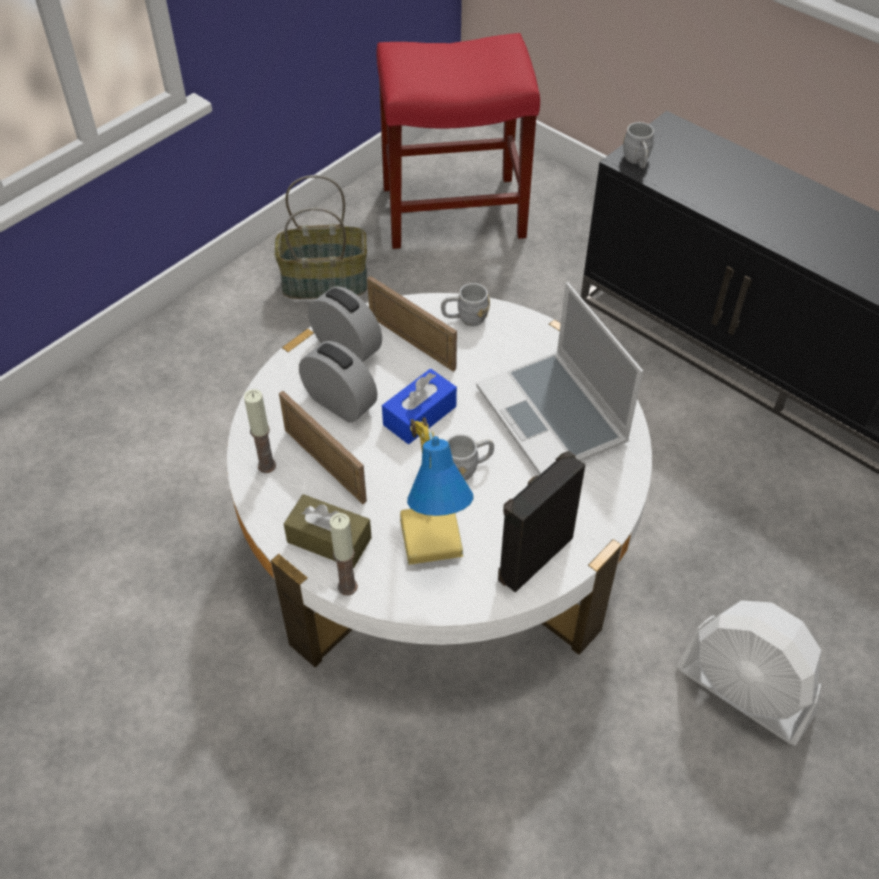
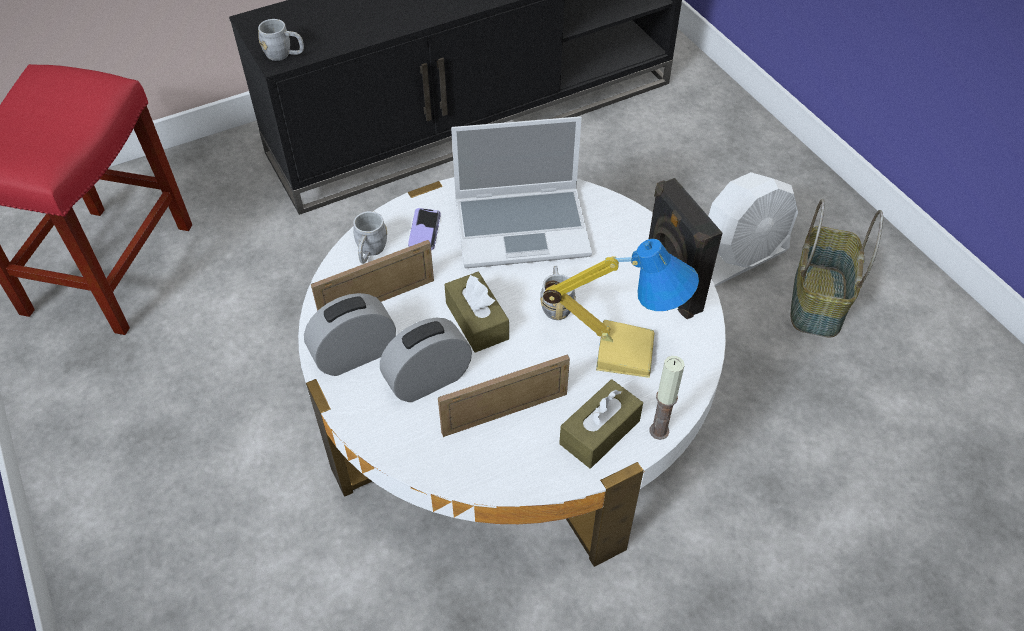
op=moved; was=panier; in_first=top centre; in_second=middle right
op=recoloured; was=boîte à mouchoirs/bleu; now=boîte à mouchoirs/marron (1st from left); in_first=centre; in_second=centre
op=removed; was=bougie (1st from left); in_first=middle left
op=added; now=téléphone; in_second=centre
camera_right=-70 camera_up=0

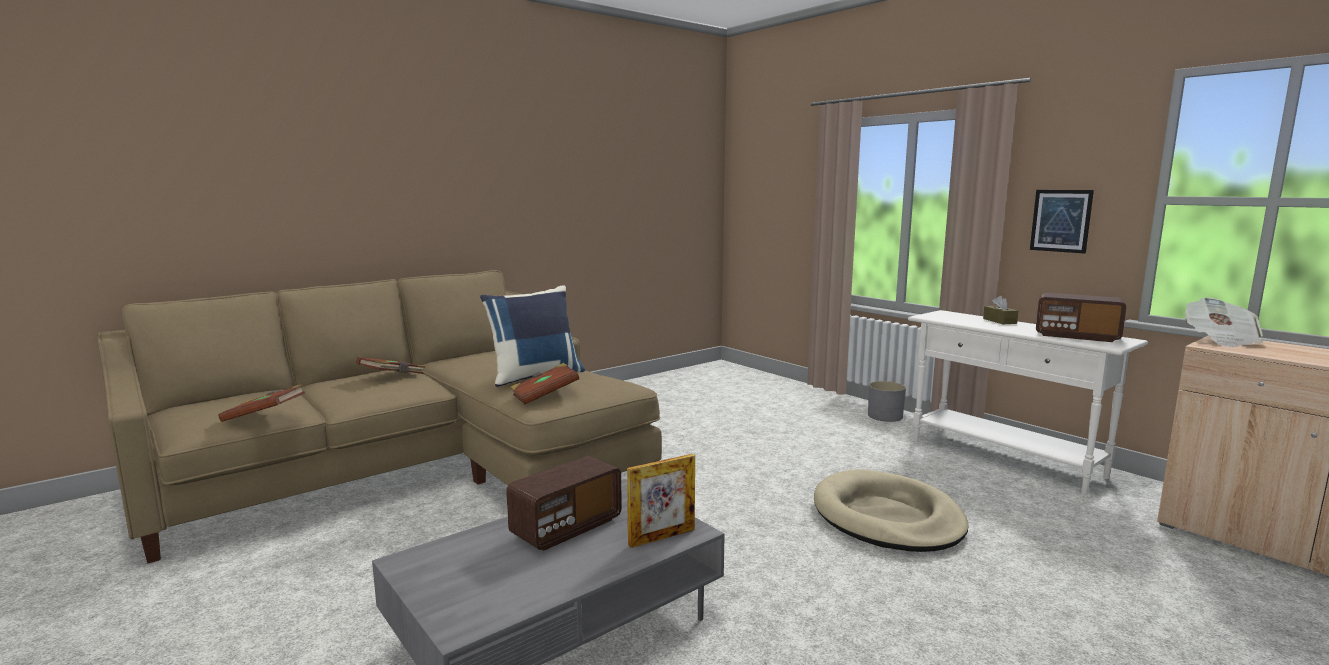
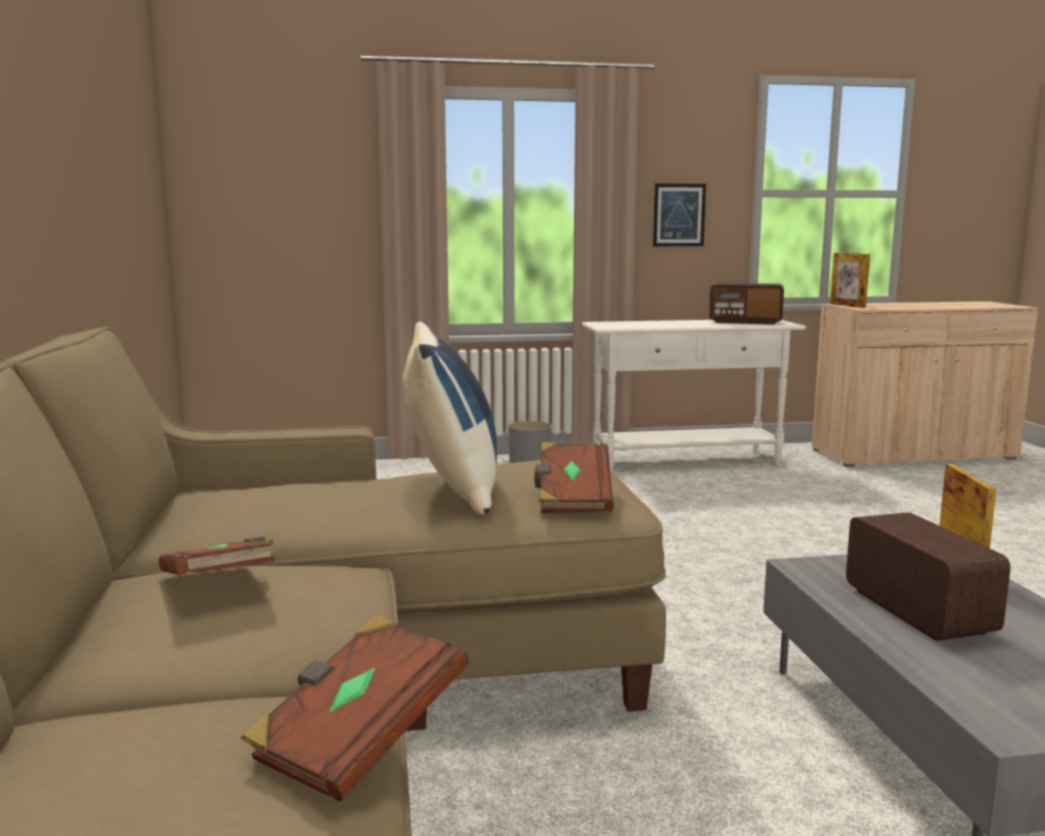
op=turned; was=radio (2nd from left in the first image); in_first=middle right; in_second=middle right; clockwise=45
op=removed; was=boîte à mouchoirs/marron; in_first=middle right
op=replaced; was=journal; now=cadre photo (1st from left); in_first=middle right; in_second=middle right
op=removed; was=panier pour chien/beige; in_first=bottom right
camera_right=-60 camera_up=0

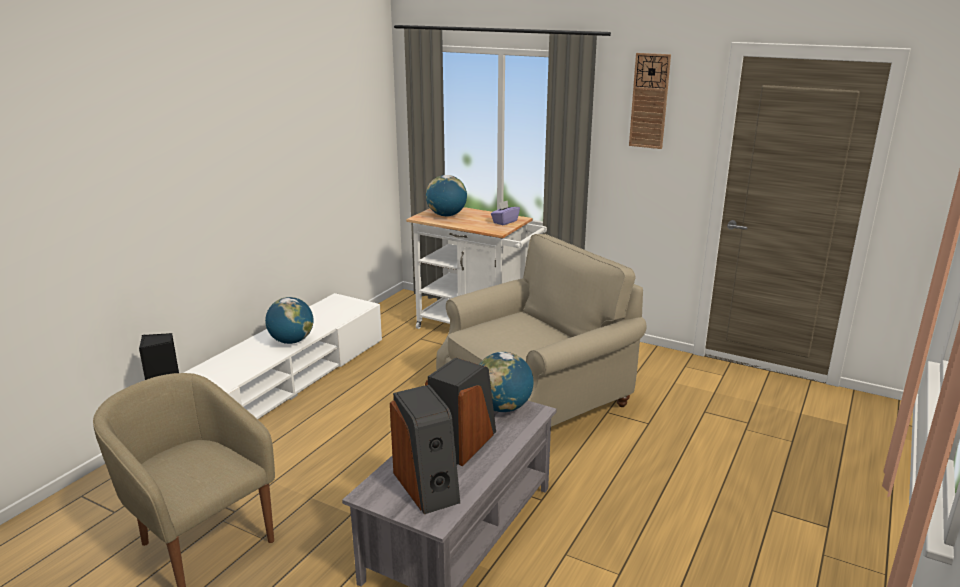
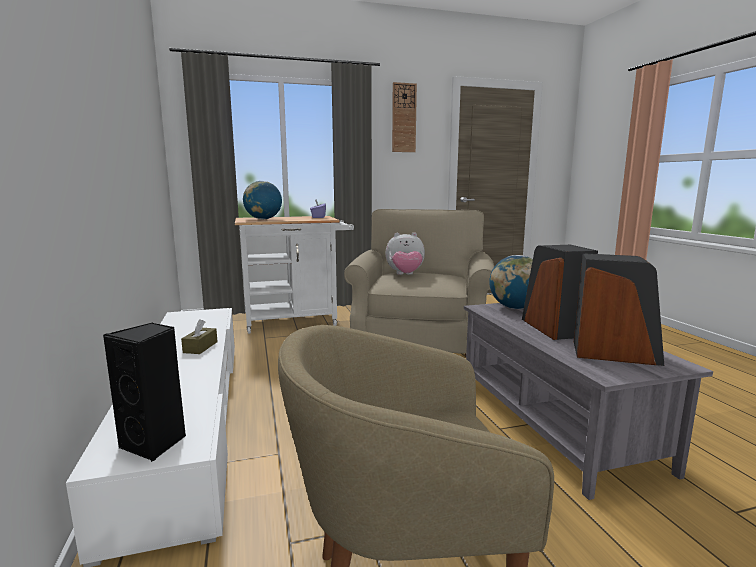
op=replaced; was=globe (1st from left); now=boîte à mouchoirs/marron; in_first=middle left; in_second=middle left
op=added; now=peluche; in_second=centre
camera_right=-45 camera_up=-10

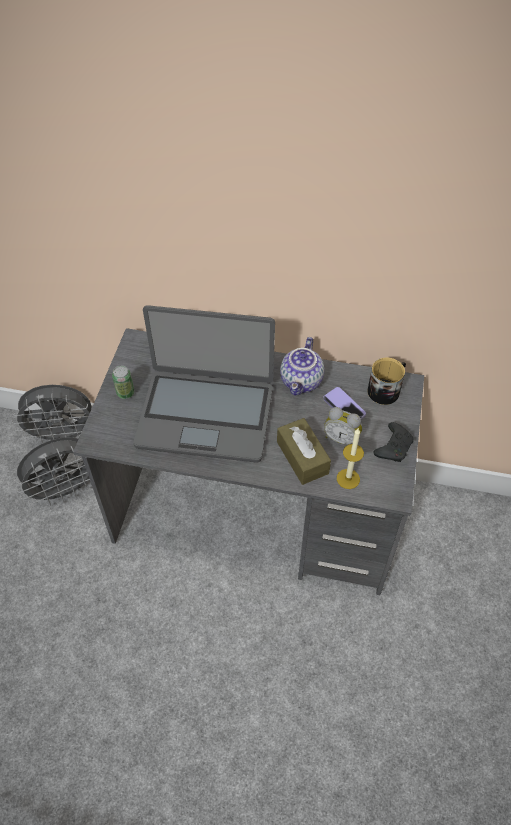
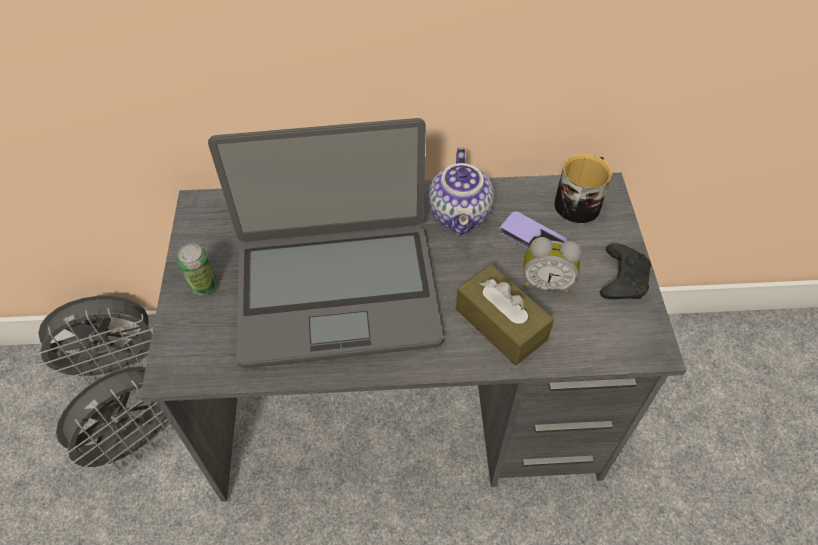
op=removed; was=bougie; in_first=middle right
camera_right=-15 camera_up=0

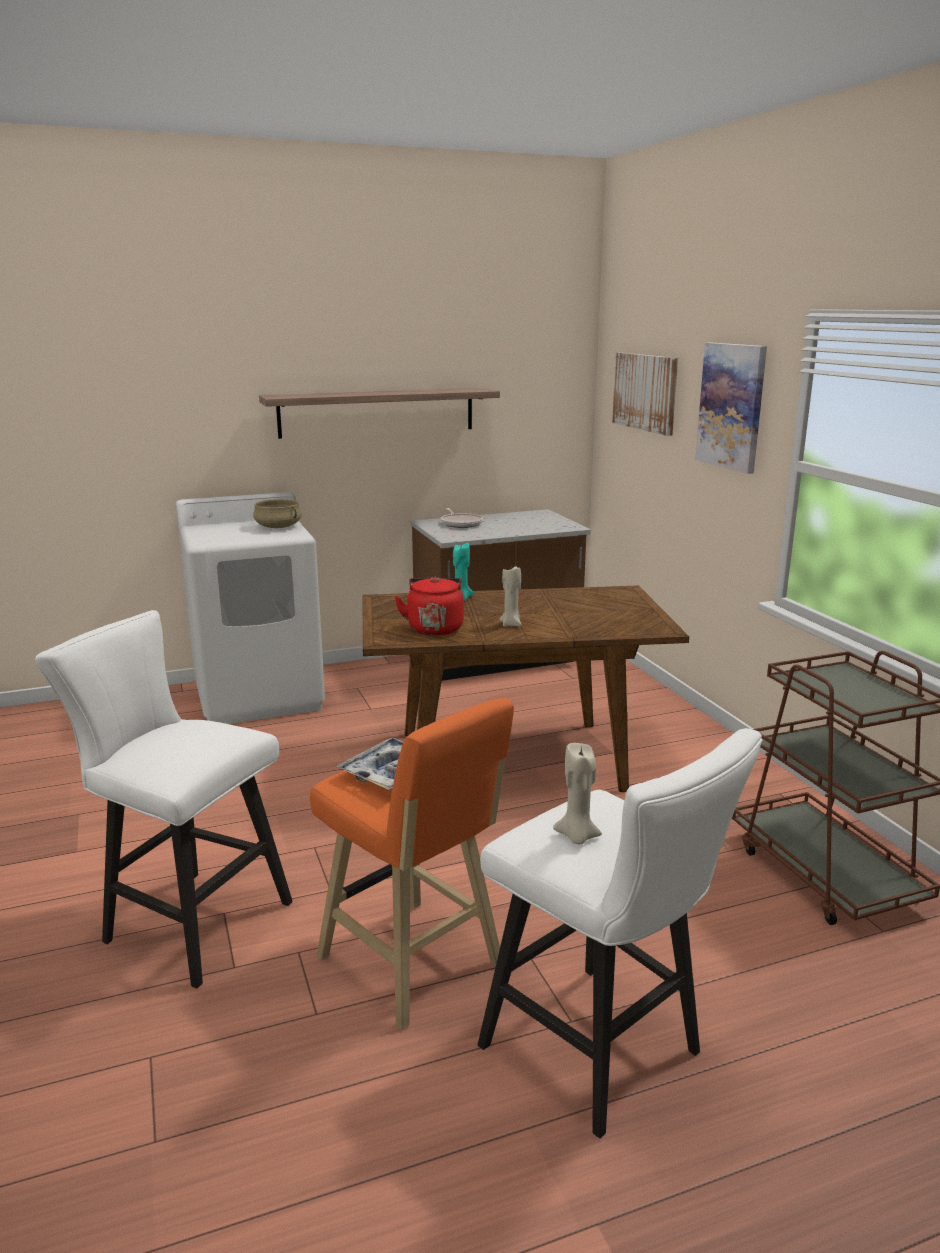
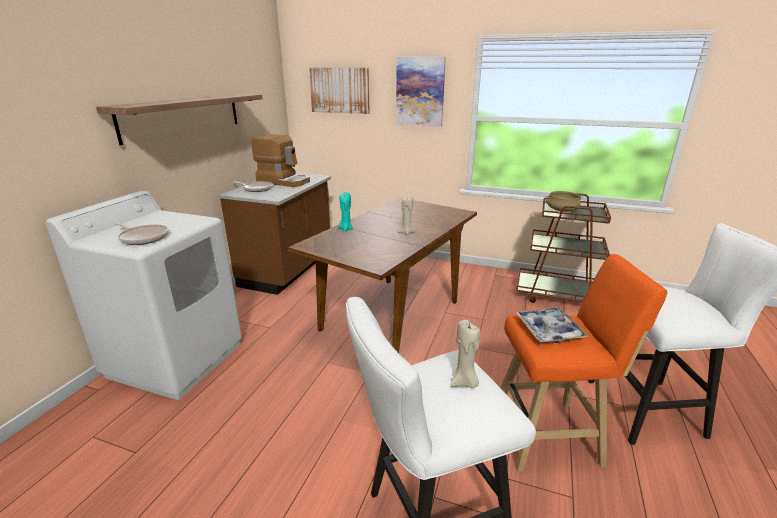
op=moved; was=marmite/beige; in_first=middle left; in_second=middle right
op=removed; was=bouilloire/rouge; in_first=centre
op=moved; was=bougie/beige (2nd from left); in_first=centre; in_second=bottom centre
op=added; now=machine à café; in_second=top centre
op=added; now=poêle (1st from left); in_second=middle left
camera_right=-50 camera_up=5

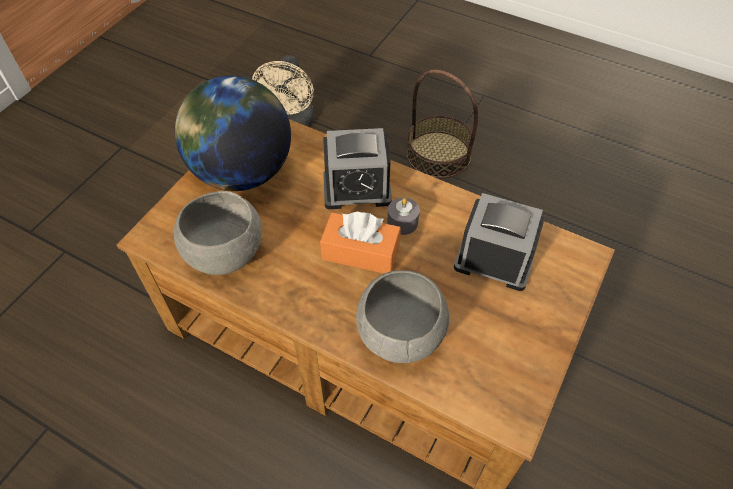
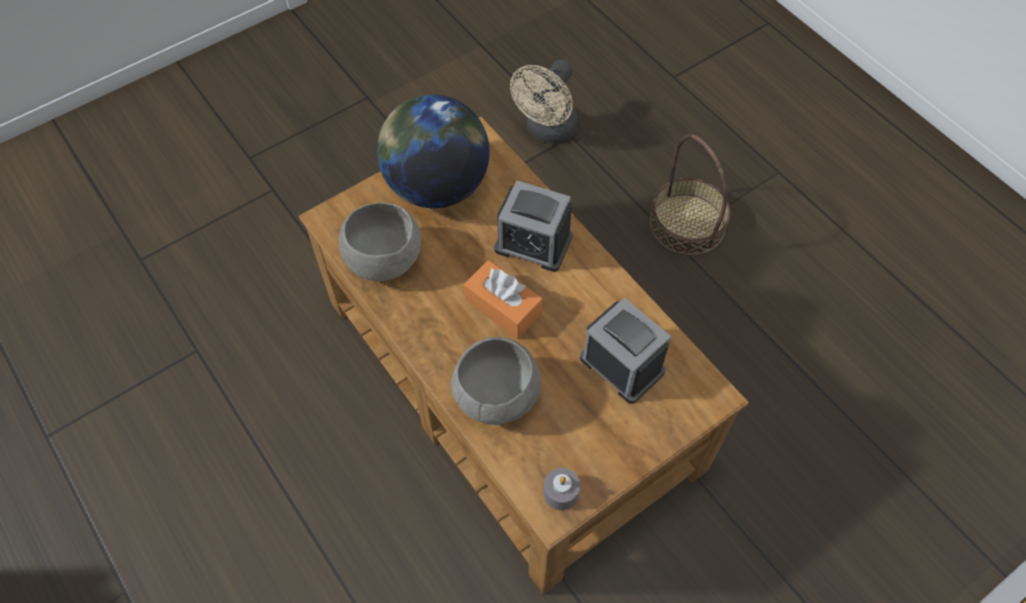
op=moved; was=bougie/gris; in_first=centre; in_second=bottom centre
camera_right=25 camera_up=5

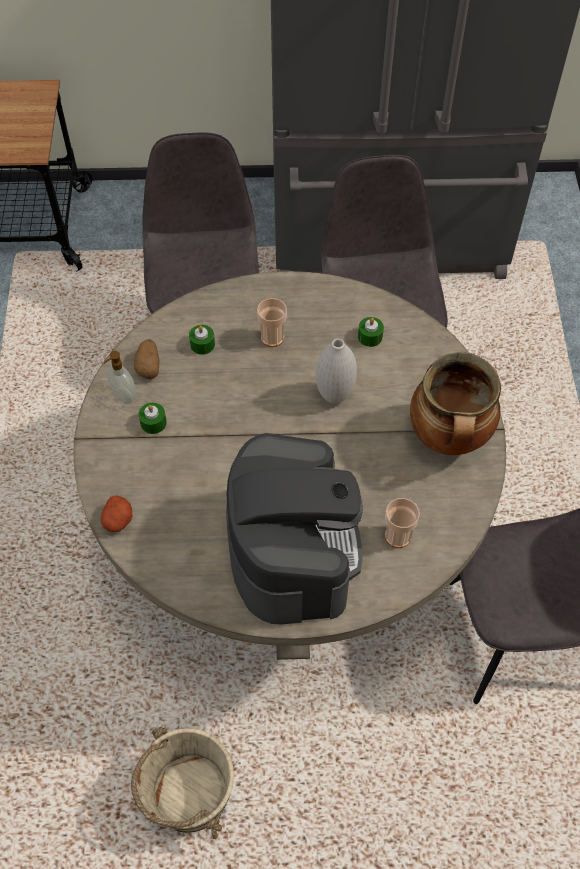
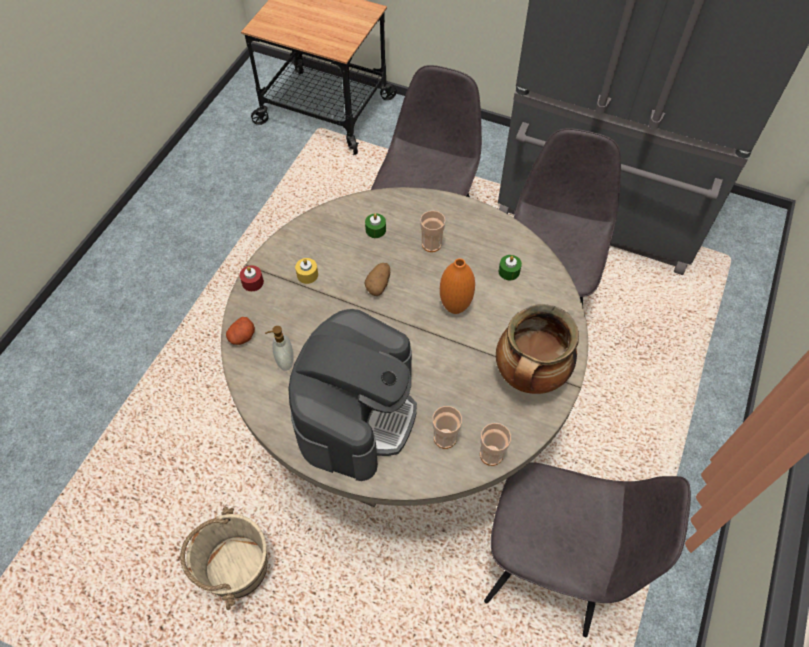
op=moved; was=pomme de terre (2nd from left); in_first=middle left; in_second=centre
op=recoloured; was=vase/blanc; now=vase/orange; in_first=centre; in_second=centre
op=moved; was=distributeur de savon; in_first=middle left; in_second=centre
op=recoloured; was=bougie/vert (1st from left); now=bougie/jaune; in_first=middle left; in_second=centre
op=added; now=bougie/rouge; in_second=middle left
op=added; now=tasse (3rd from left); in_second=bottom centre
camera_right=25 camera_up=0

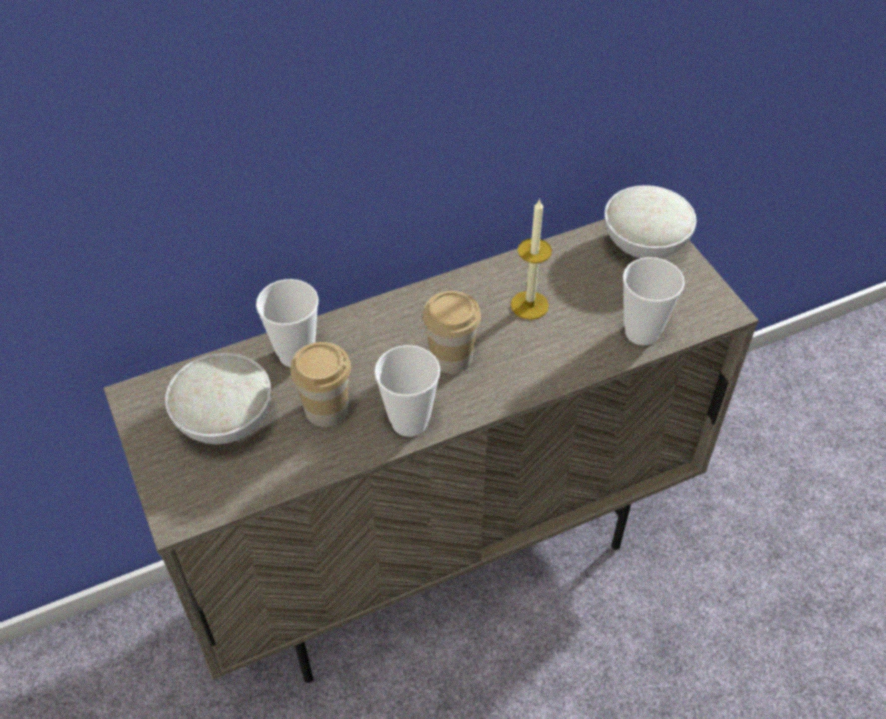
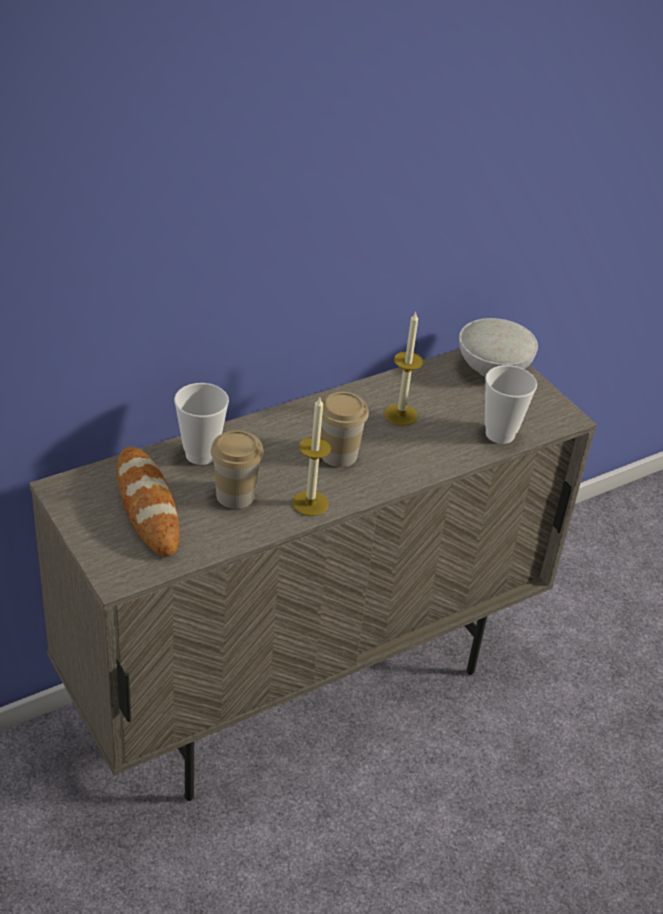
op=replaced; was=tasse (3rd from left); now=bougie (1st from left); in_first=centre; in_second=centre
op=replaced; was=bol/blanc (1st from left); now=pain; in_first=middle left; in_second=middle left
camera_right=-10 camera_up=-10

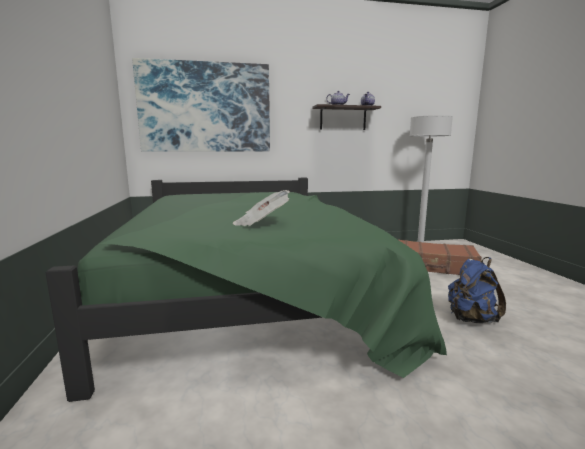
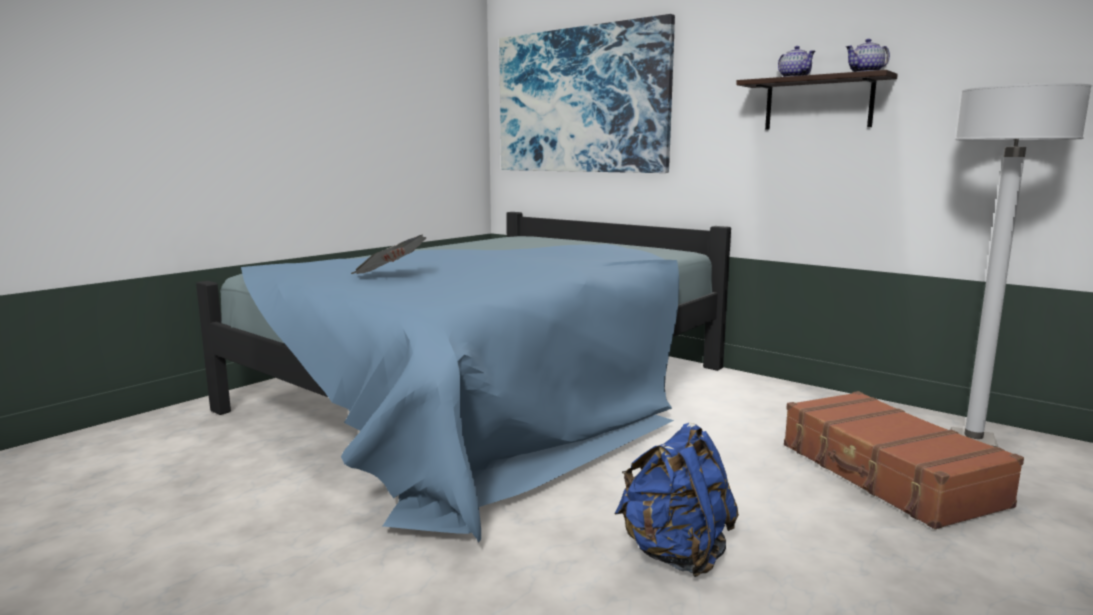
op=recoloured; was=lit/vert; now=lit/bleu; in_first=centre; in_second=centre
camera_right=50 camera_up=0

